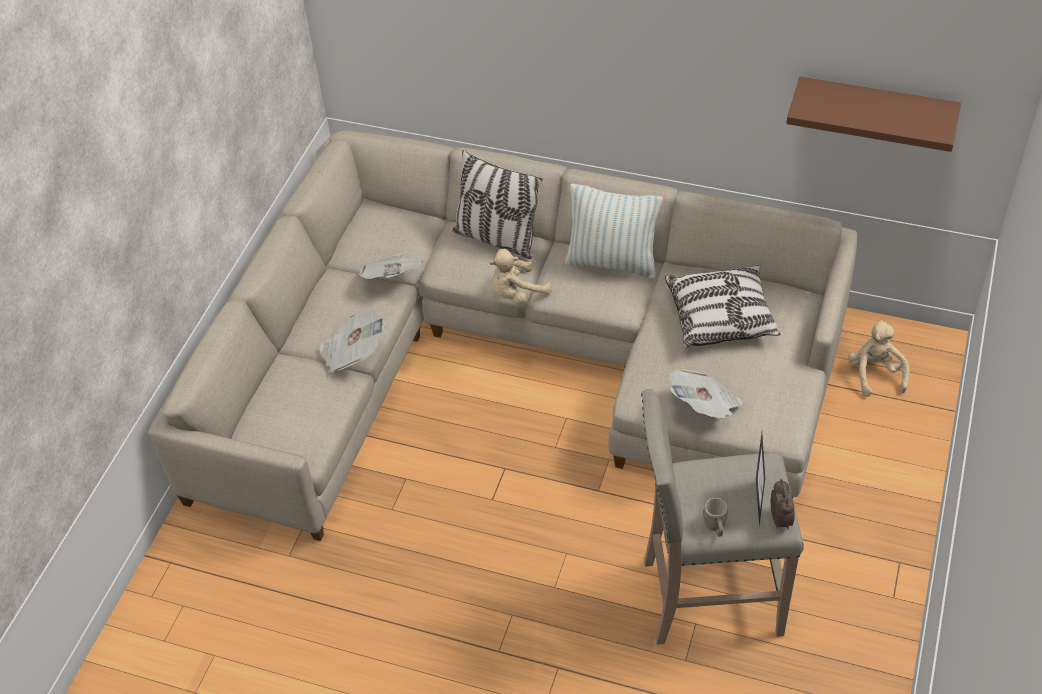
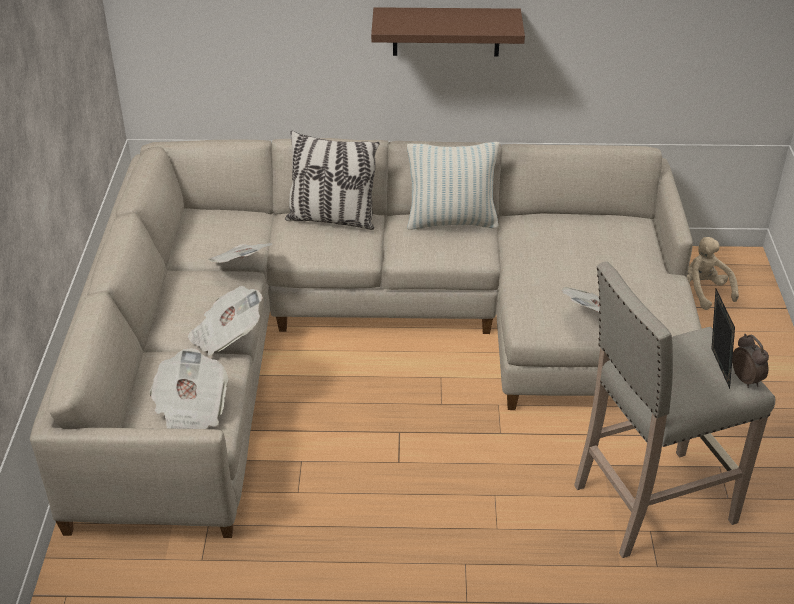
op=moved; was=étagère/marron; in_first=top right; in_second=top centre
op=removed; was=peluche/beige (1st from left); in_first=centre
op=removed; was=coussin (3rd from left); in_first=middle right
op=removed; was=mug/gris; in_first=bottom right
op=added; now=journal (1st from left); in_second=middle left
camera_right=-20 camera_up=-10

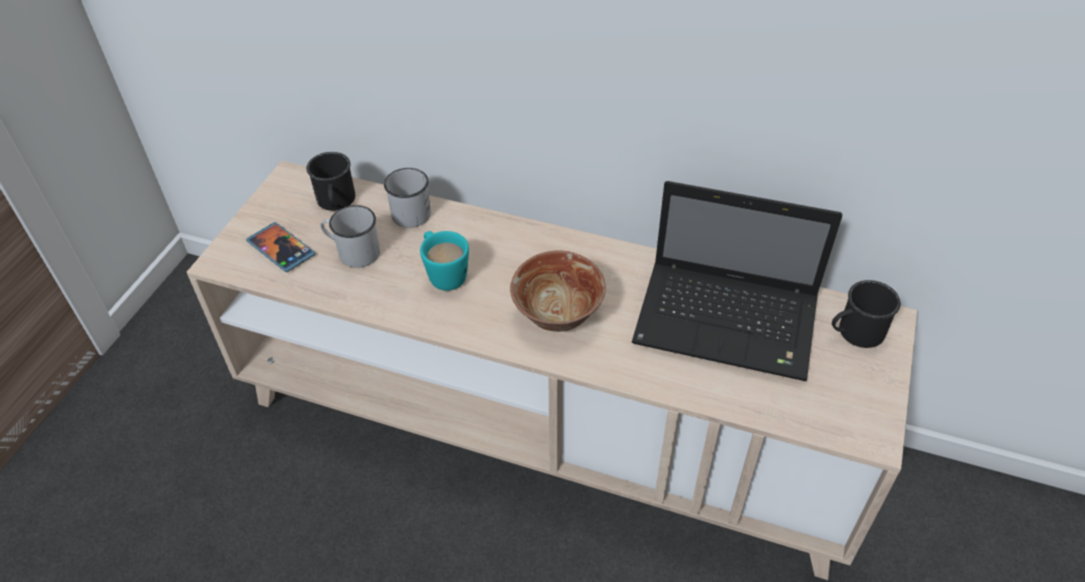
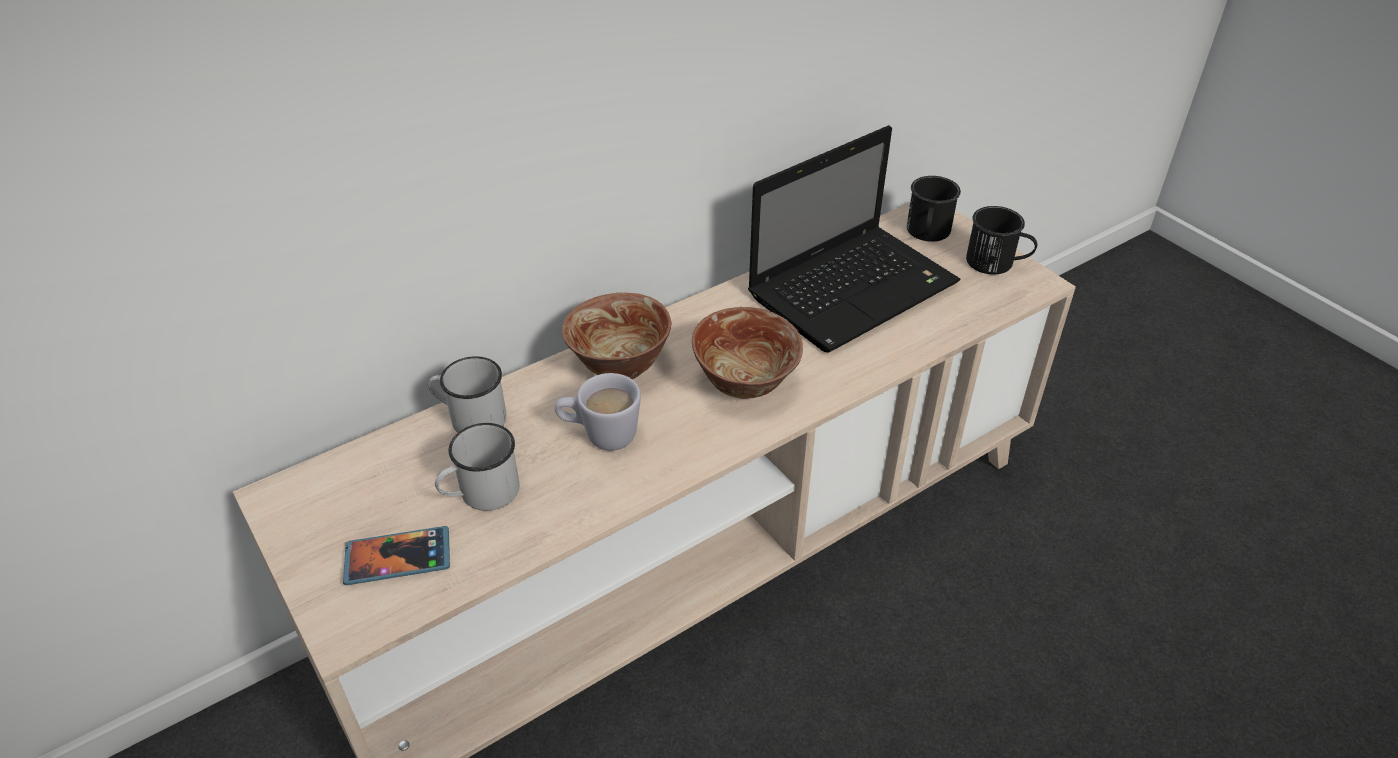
op=moved; was=mug/noir (1st from left in the first image); now=mug/noir (2nd from left); in_first=top left; in_second=top right
op=recoloured; was=mug/turquoise; now=mug/blanc (3rd from left); in_first=centre; in_second=centre
op=added; now=bol (1st from left); in_second=centre
camera_right=-55 camera_up=-5

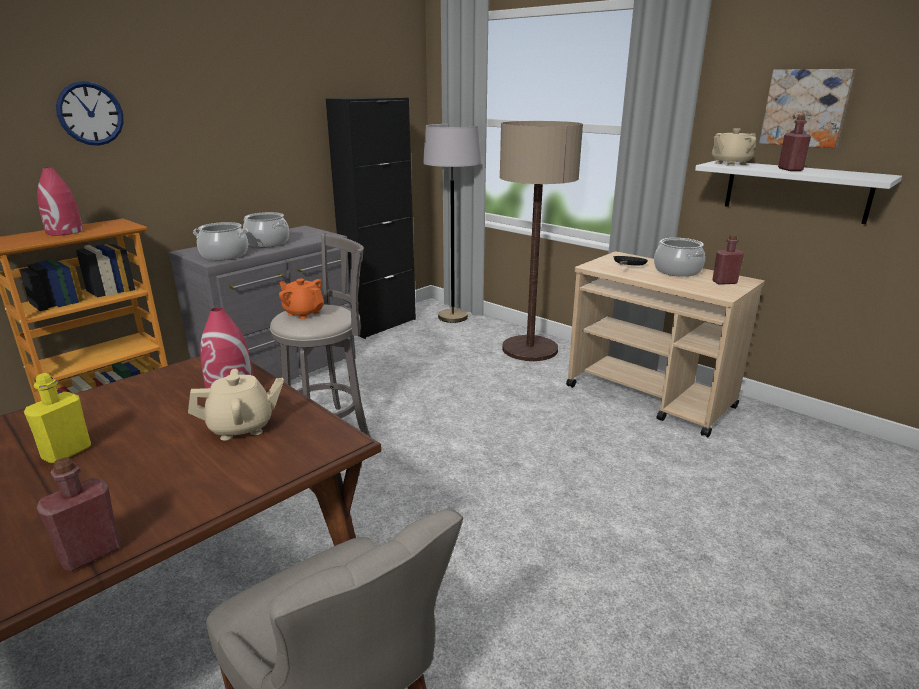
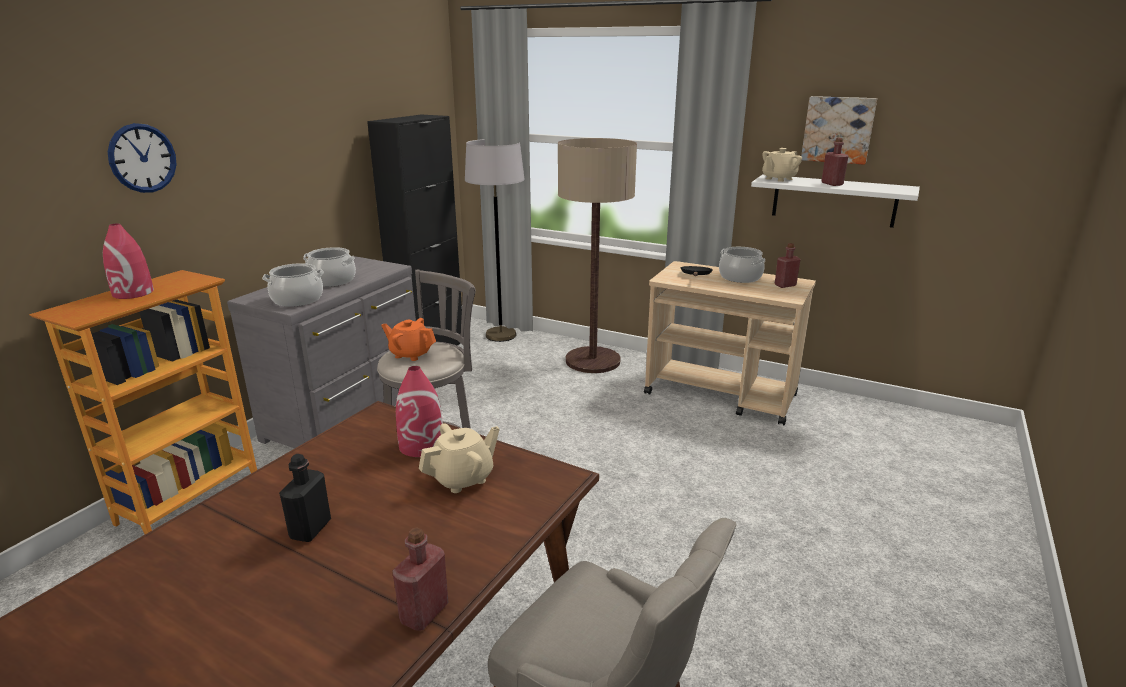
op=recoloured; was=bouteille/jaune; now=bouteille/noir; in_first=middle left; in_second=bottom left
camera_right=-15 camera_up=0

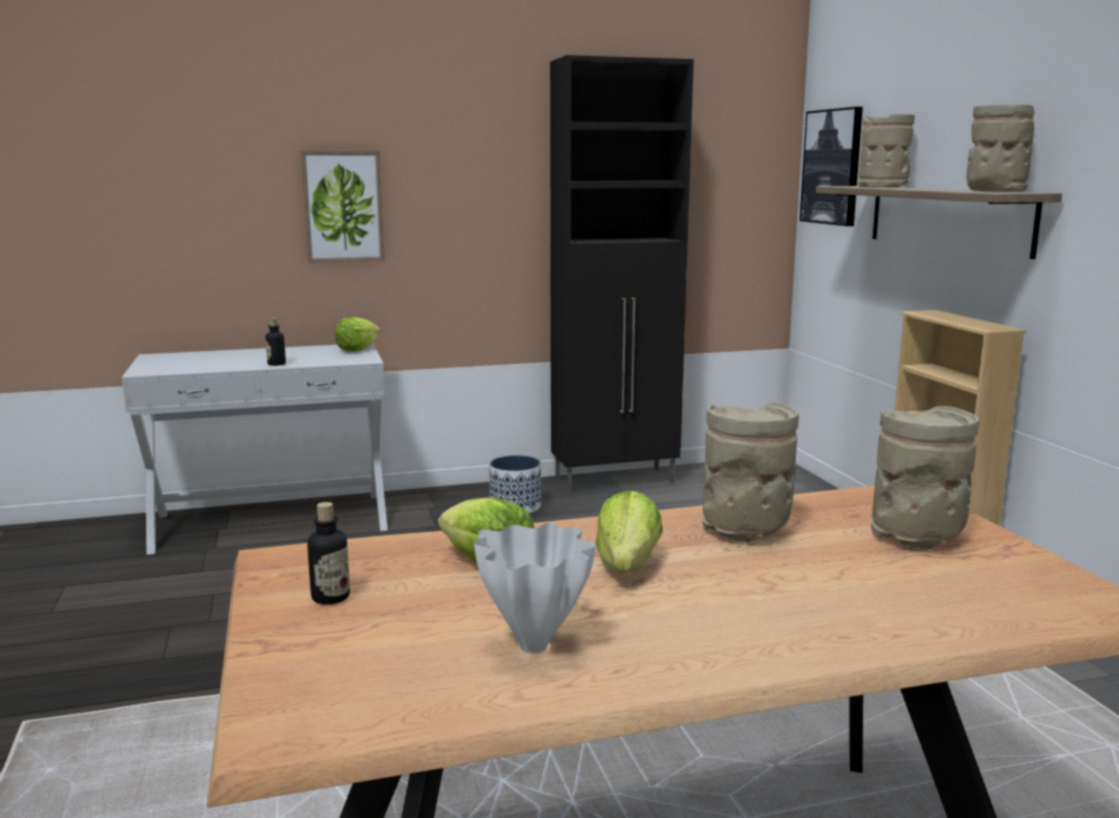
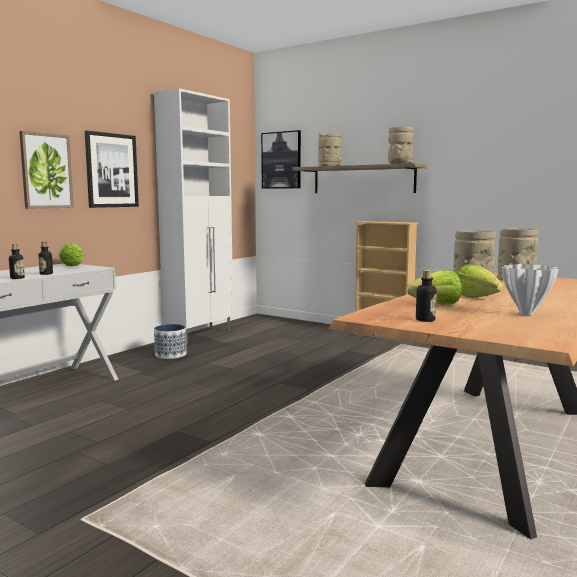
op=recoloured; was=meuble de rangement/noir; now=meuble de rangement/blanc; in_first=centre; in_second=centre
op=added; now=tableau (2nd from left); in_second=top left
op=added; now=bouteille (1st from left); in_second=middle left
camera_right=-40 camera_up=-5

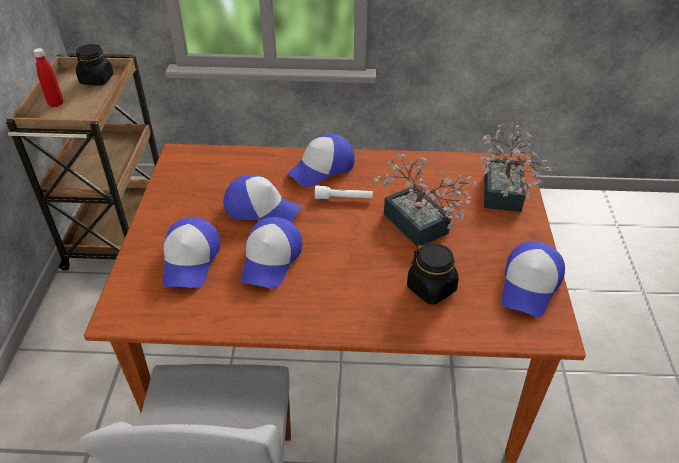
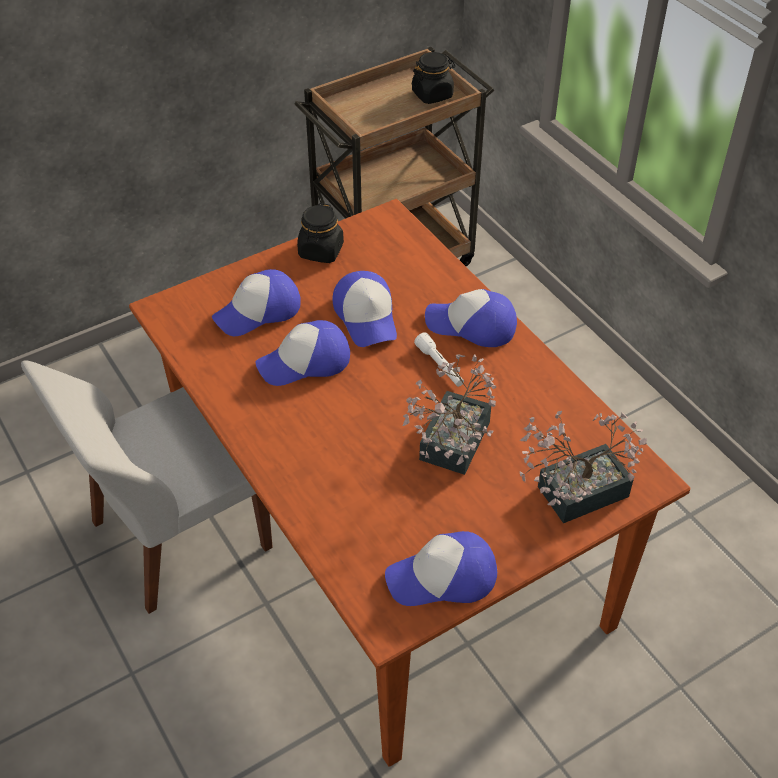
op=removed; was=bouteille/rouge; in_first=top left
op=moved; was=bocal/noir (2nd from left in the first image); now=bocal/noir (1st from left); in_first=centre; in_second=top centre
camera_right=55 camera_up=5

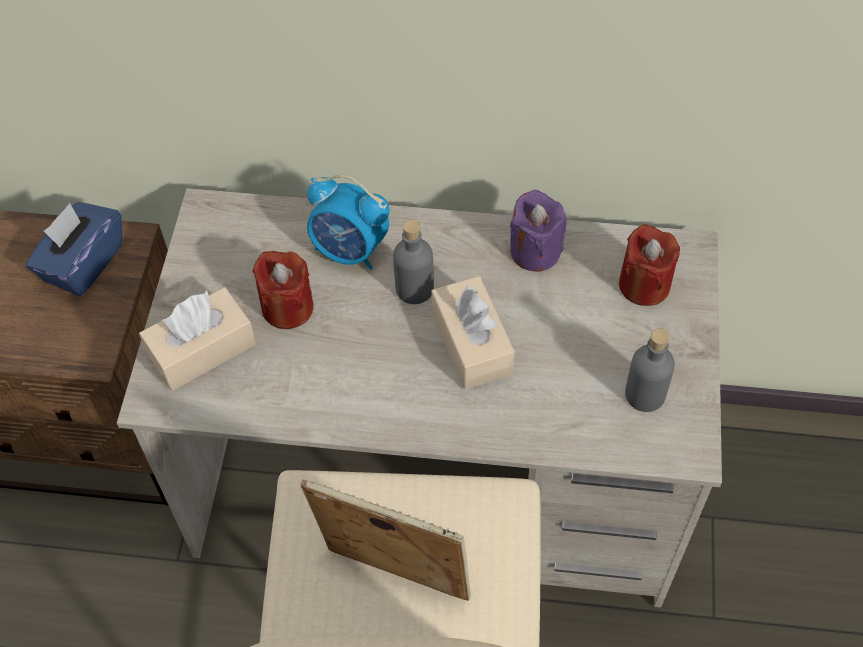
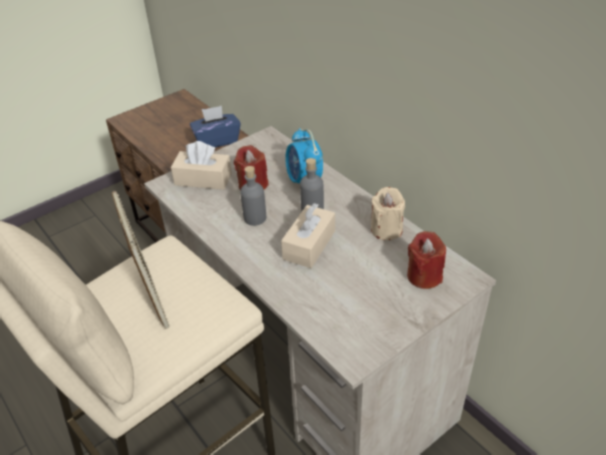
op=recoloured; was=bougie/violet; now=bougie/beige; in_first=centre; in_second=centre
op=moved; was=bouteille/gris (2nd from left in the first image); now=bouteille/gris (1st from left); in_first=middle right; in_second=centre
camera_right=45 camera_up=-15

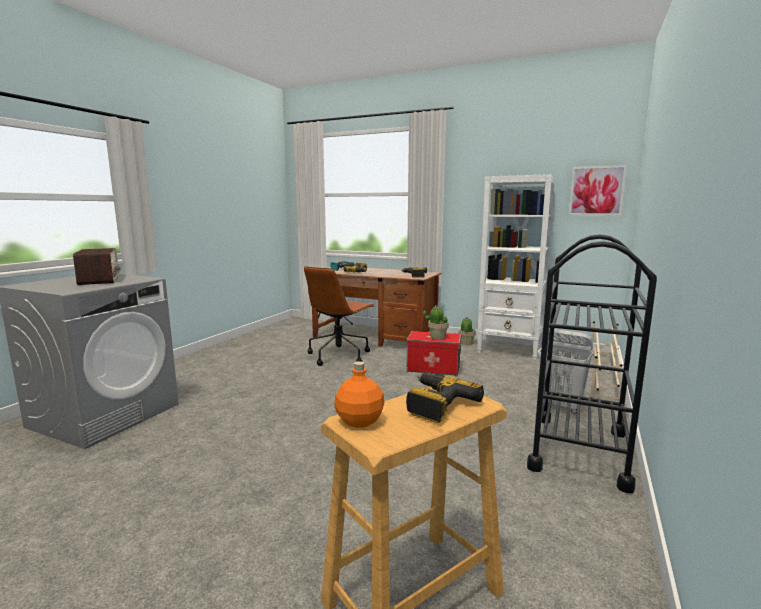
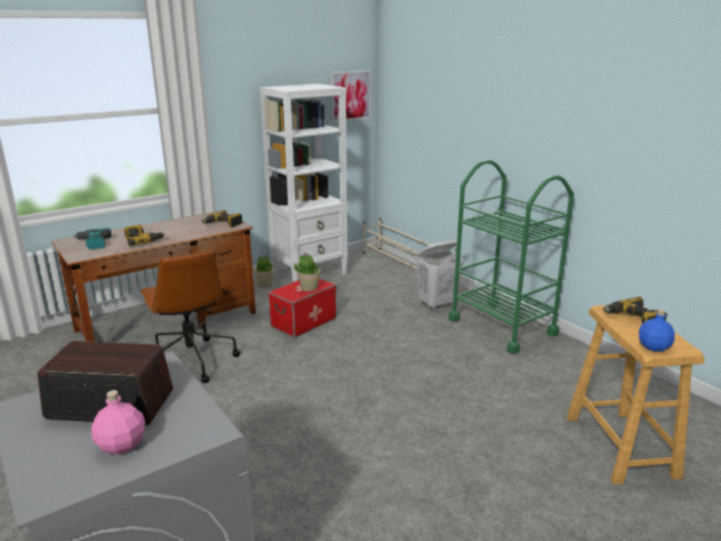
op=recoloured; was=chariot/noir; now=chariot/vert; in_first=middle right; in_second=middle right
op=recoloured; was=bouteille/orange; now=bouteille/bleu; in_first=centre; in_second=middle right
op=added; now=bouteille/rose; in_second=bottom left
camera_right=-60 camera_up=10

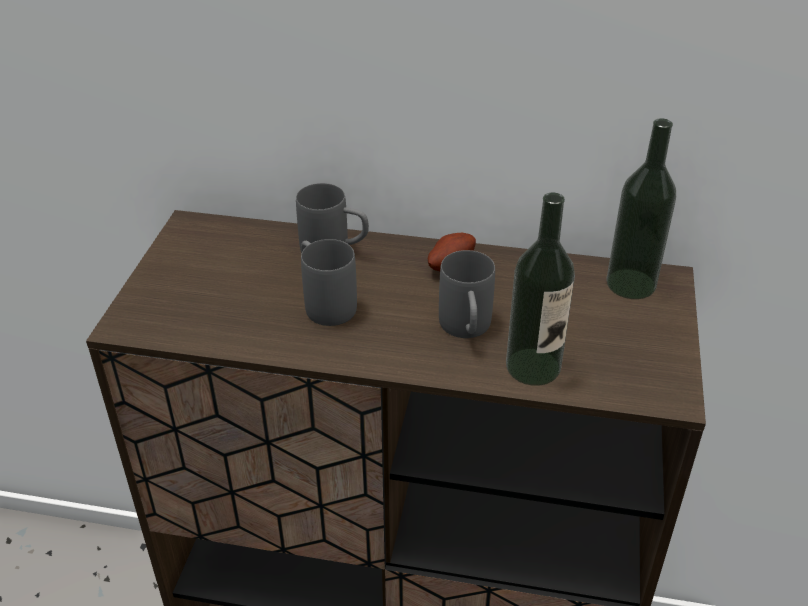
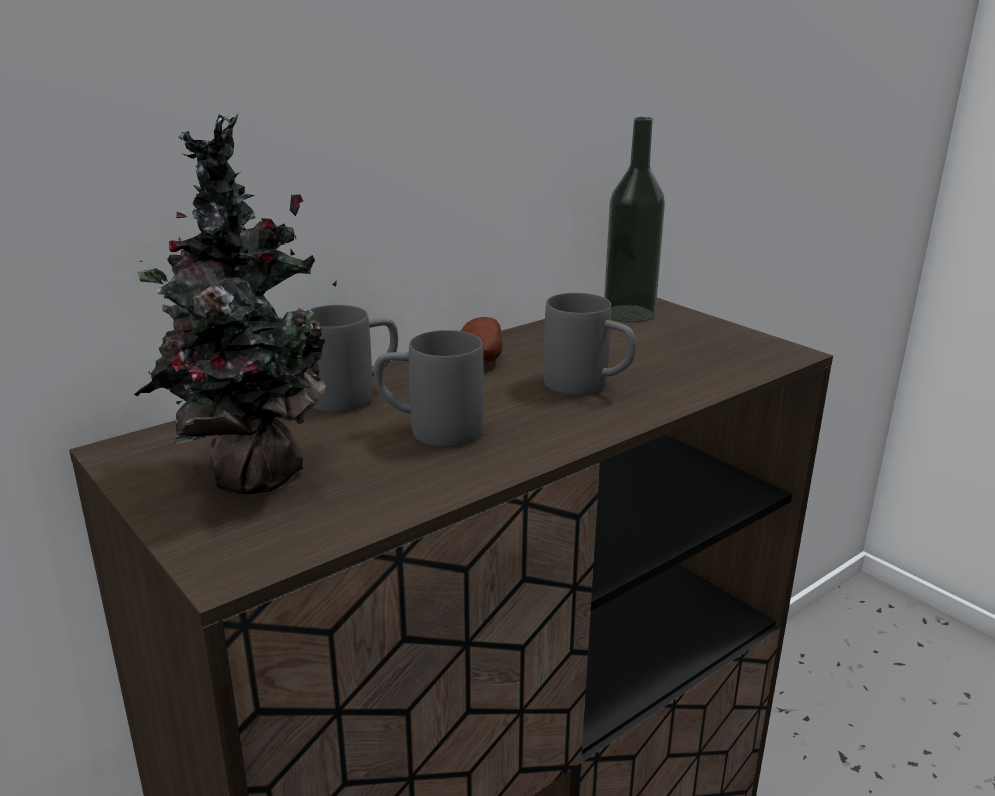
op=removed; was=bouteille (1st from left); in_first=middle right
op=added; now=plante en pot; in_second=middle left
camera_right=-50 camera_up=-15

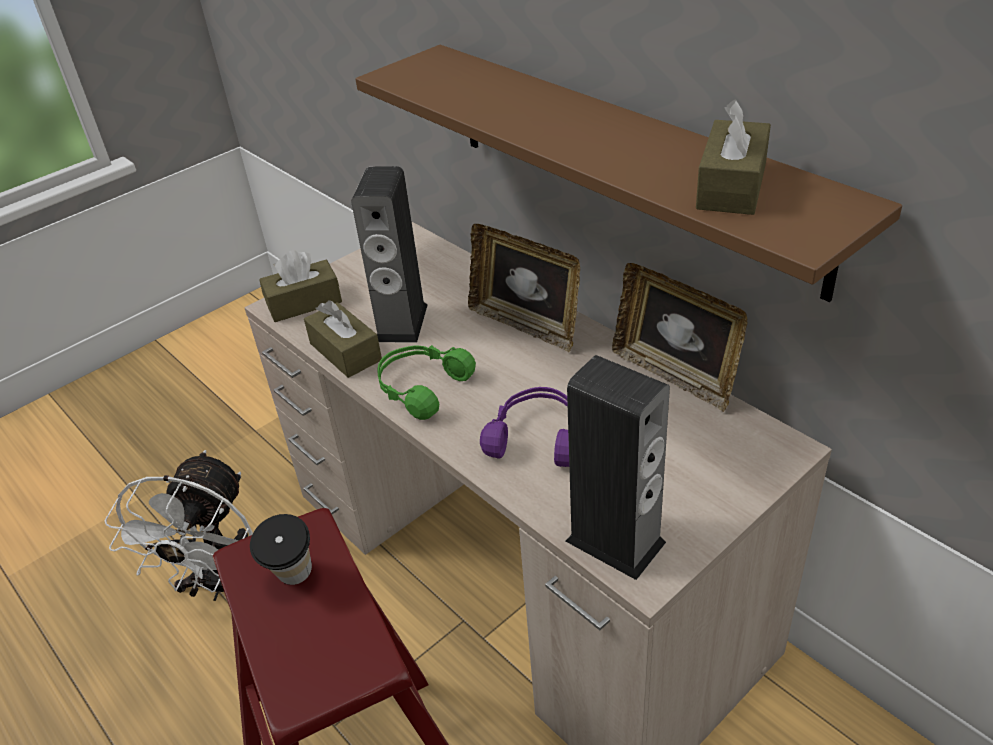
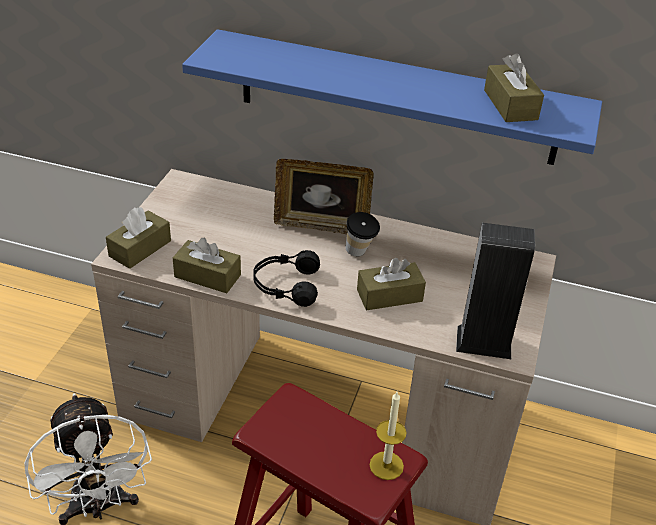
op=recoloured; was=étagère/marron; now=étagère/bleu; in_first=top centre; in_second=top centre
op=removed; was=enceinte (1st from left); in_first=centre
op=removed; was=cadre photo (2nd from left); in_first=middle right
op=recoloured; was=casque audio/vert; now=casque audio/noir; in_first=centre; in_second=centre
op=replaced; was=casque audio/violet; now=boîte à mouchoirs/marron (3rd from left); in_first=centre; in_second=centre
op=moved; was=tasse; in_first=bottom left; in_second=centre
op=added; now=bougie; in_second=bottom centre
camera_right=-35 camera_up=0

